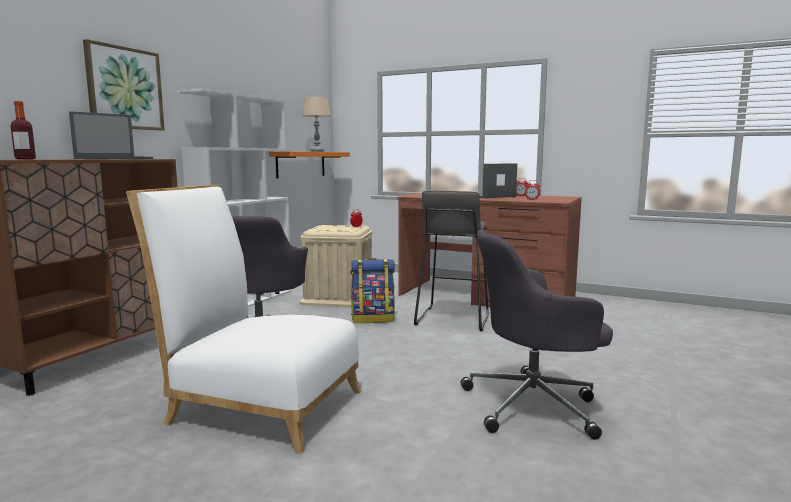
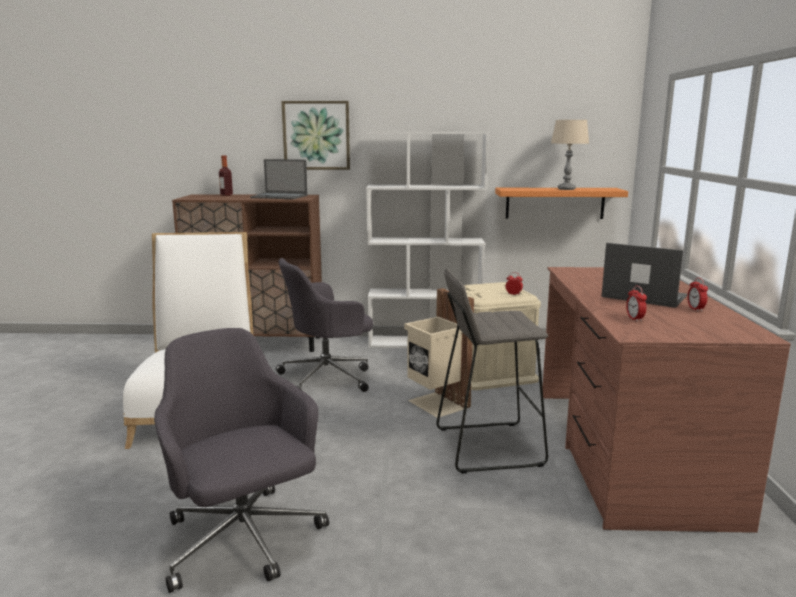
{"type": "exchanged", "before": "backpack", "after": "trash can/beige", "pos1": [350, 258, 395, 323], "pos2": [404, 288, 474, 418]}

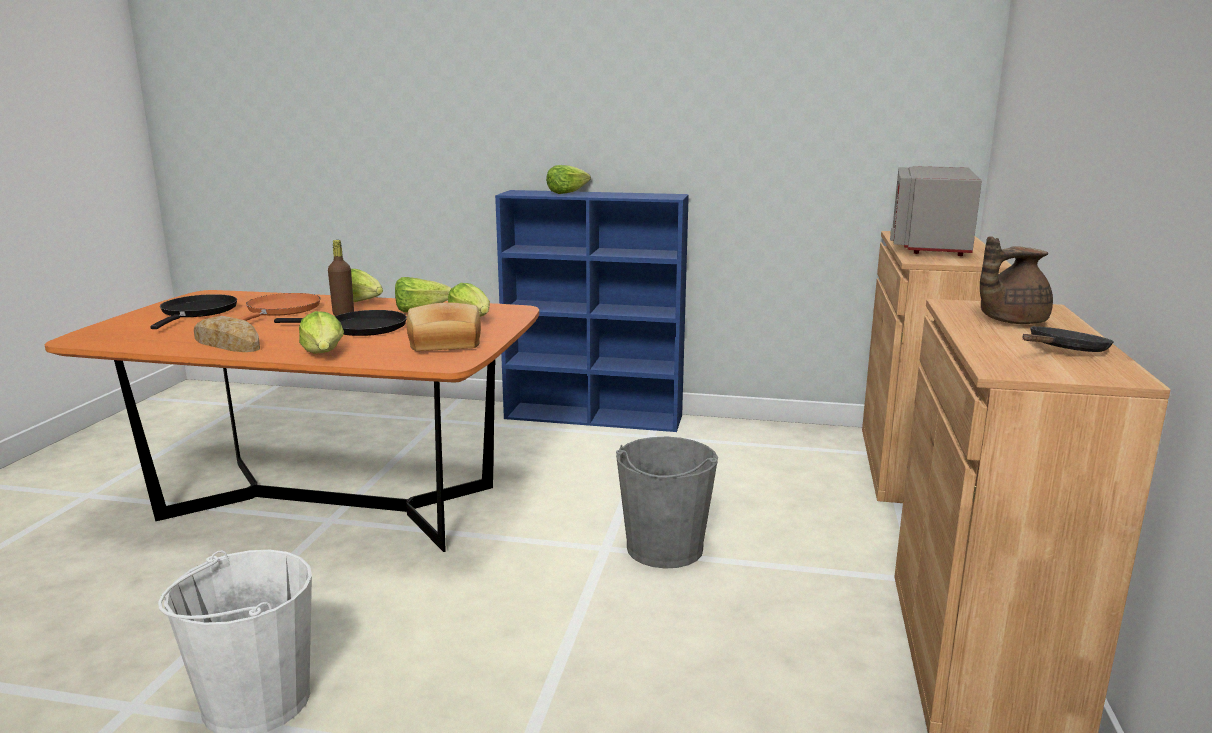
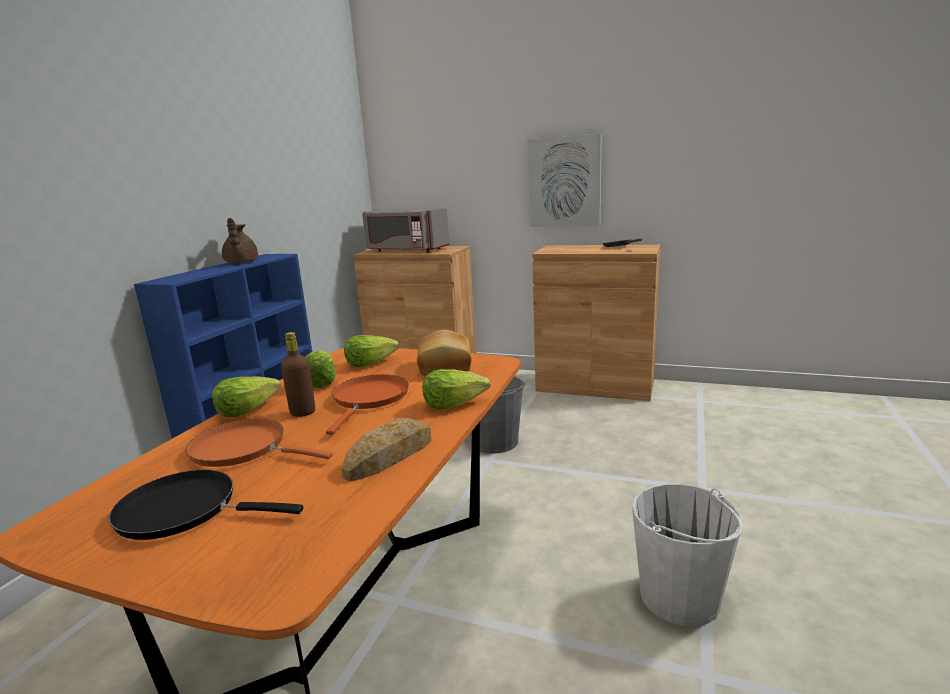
{"type": "missing", "before": "lettuce", "pos1": [546, 165, 591, 194]}
{"type": "relocated", "before": "teapot/brown", "pos1": [980, 236, 1053, 324], "pos2": [222, 218, 258, 263]}
{"type": "colour", "before": "frying pan/black", "after": "frying pan/orange", "pos1": [274, 310, 407, 336], "pos2": [326, 374, 409, 435]}
{"type": "appeared", "after": "picture", "pos2": [527, 134, 601, 227]}

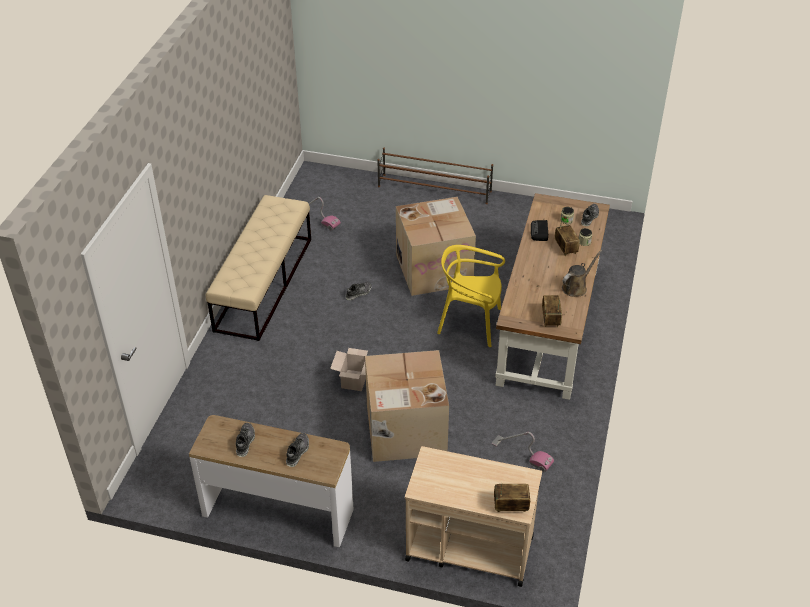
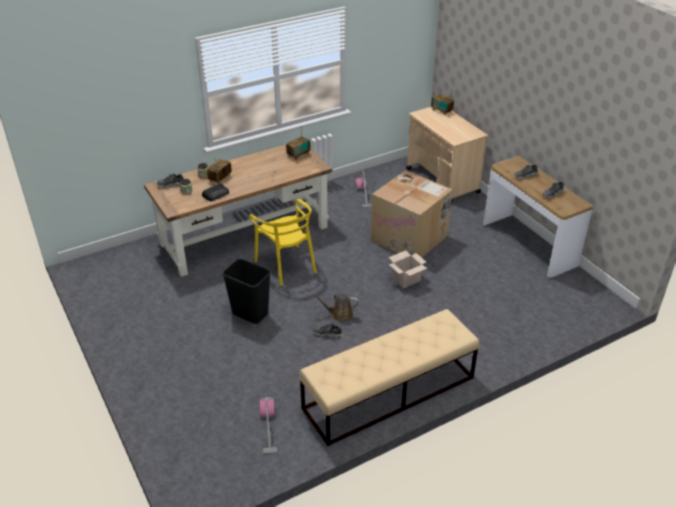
{"type": "missing", "before": "shoe rack/brown", "pos1": [377, 148, 493, 204]}
{"type": "exchanged", "before": "cardboard box", "after": "trash can/black", "pos1": [396, 197, 476, 296], "pos2": [222, 258, 271, 324]}
{"type": "relocated", "before": "watering can/brown", "pos1": [562, 250, 602, 297], "pos2": [311, 292, 359, 322]}

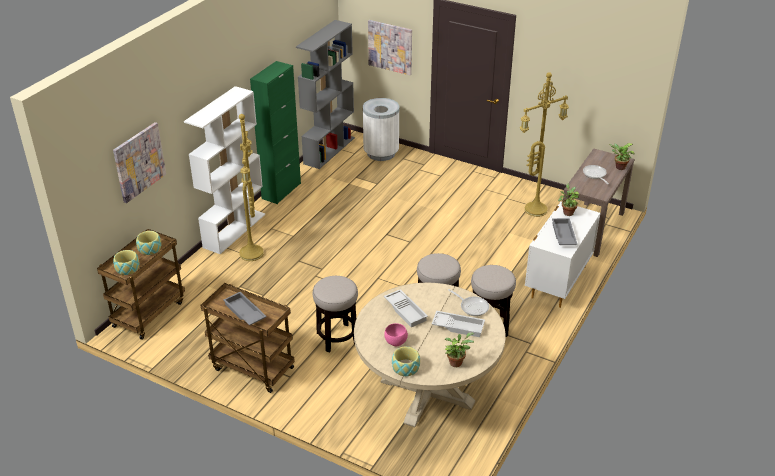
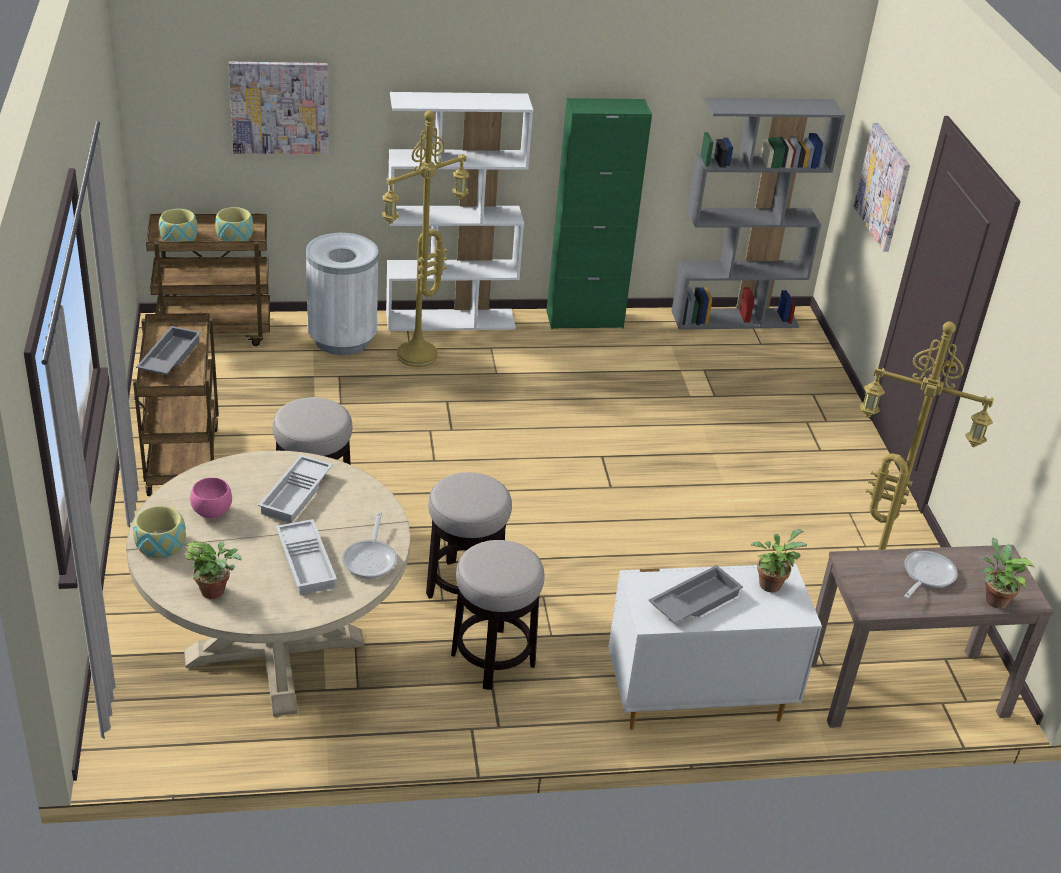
{"type": "relocated", "before": "trash can/white", "pos1": [363, 98, 399, 161], "pos2": [306, 233, 378, 355]}

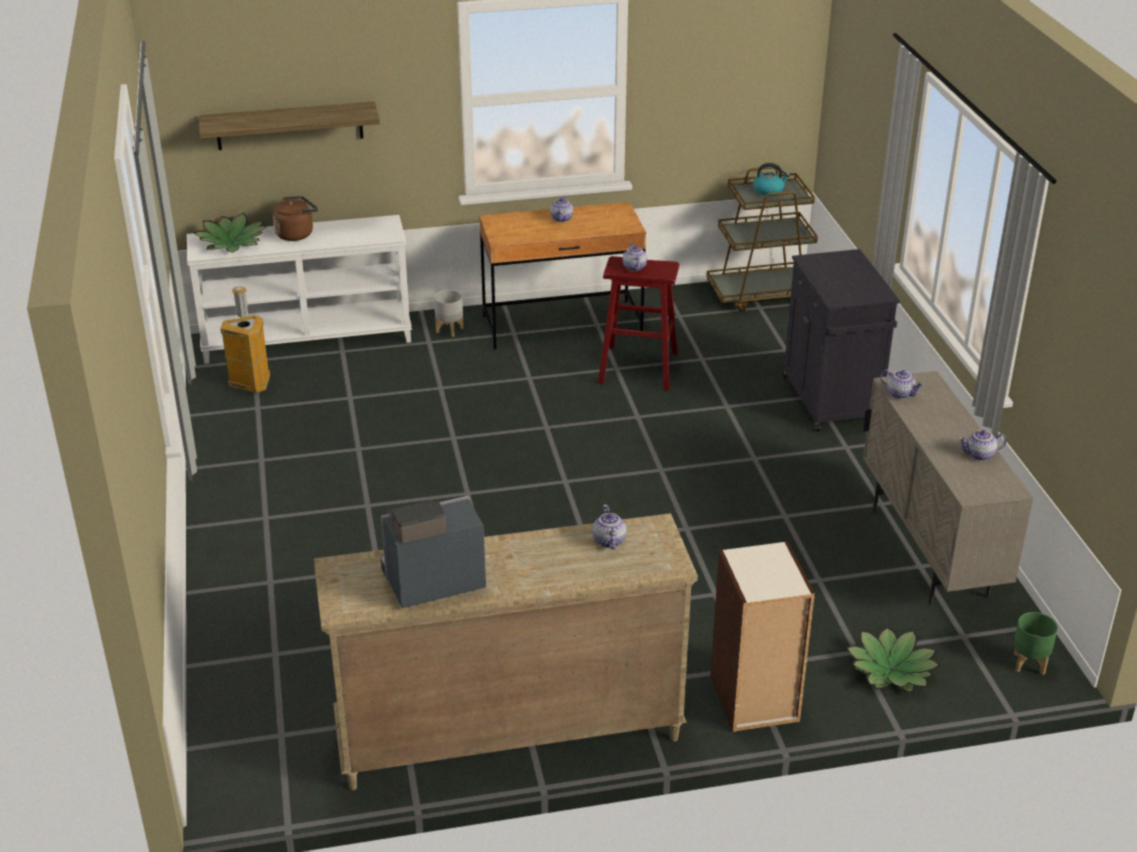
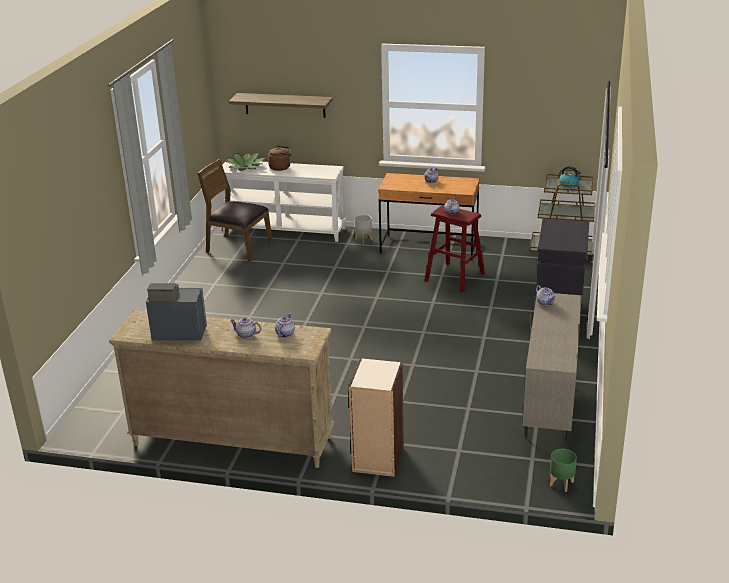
{"type": "exchanged", "before": "trash can", "after": "chair/brown", "pos1": [220, 286, 270, 393], "pos2": [197, 159, 272, 261]}
{"type": "relocated", "before": "teapot", "pos1": [959, 430, 1006, 461], "pos2": [230, 317, 261, 338]}
{"type": "missing", "before": "potted plant", "pos1": [846, 627, 940, 693]}

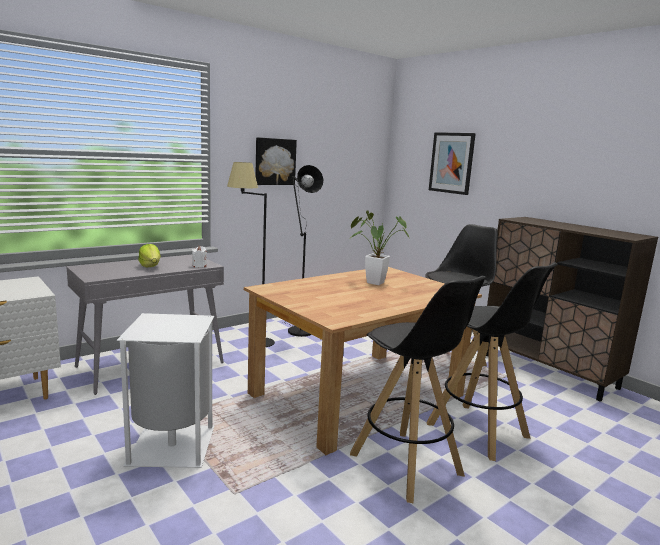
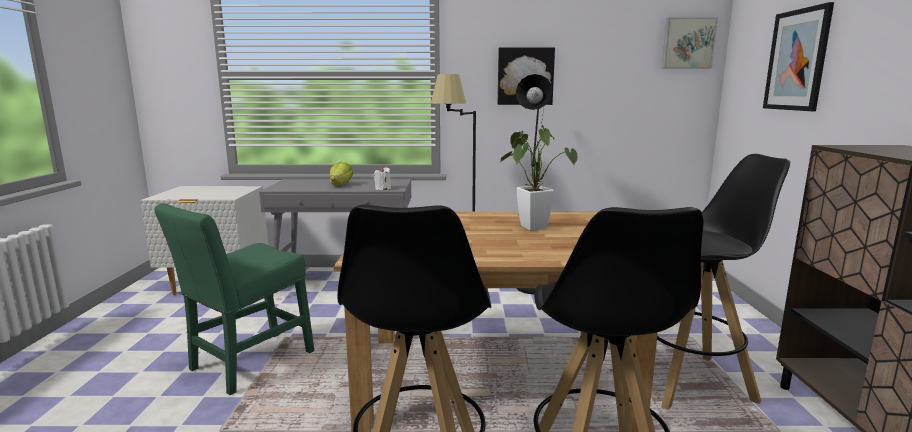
{"type": "exchanged", "before": "trash can/white", "after": "chair/green", "pos1": [117, 313, 214, 468], "pos2": [154, 203, 315, 395]}
{"type": "appeared", "after": "picture", "pos2": [662, 18, 718, 69]}

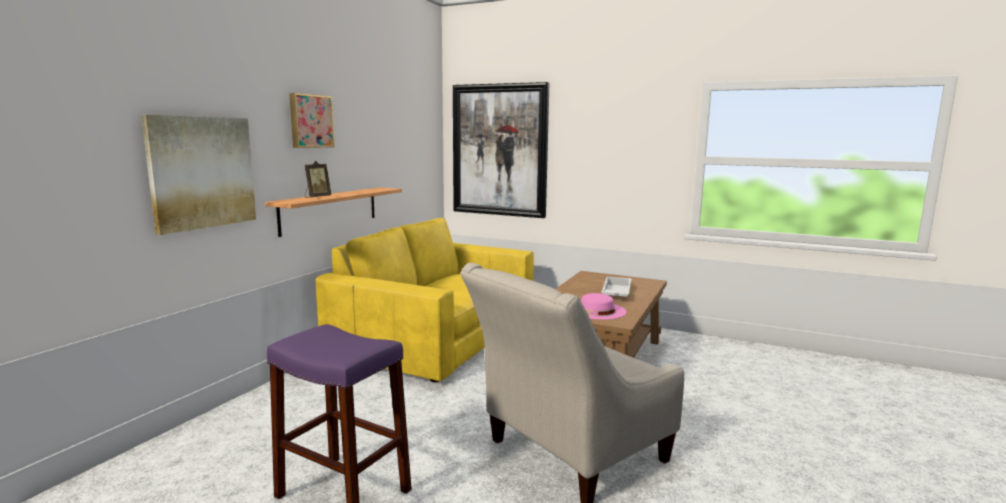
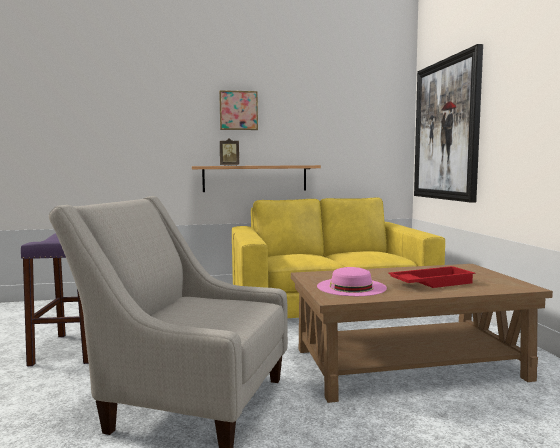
{"type": "missing", "before": "picture", "pos1": [141, 115, 256, 235]}
{"type": "colour", "before": "tray/white", "after": "tray/red", "pos1": [601, 277, 632, 297], "pos2": [388, 266, 475, 288]}

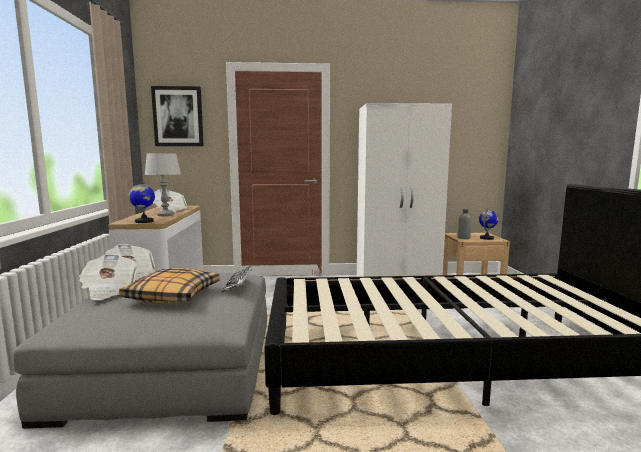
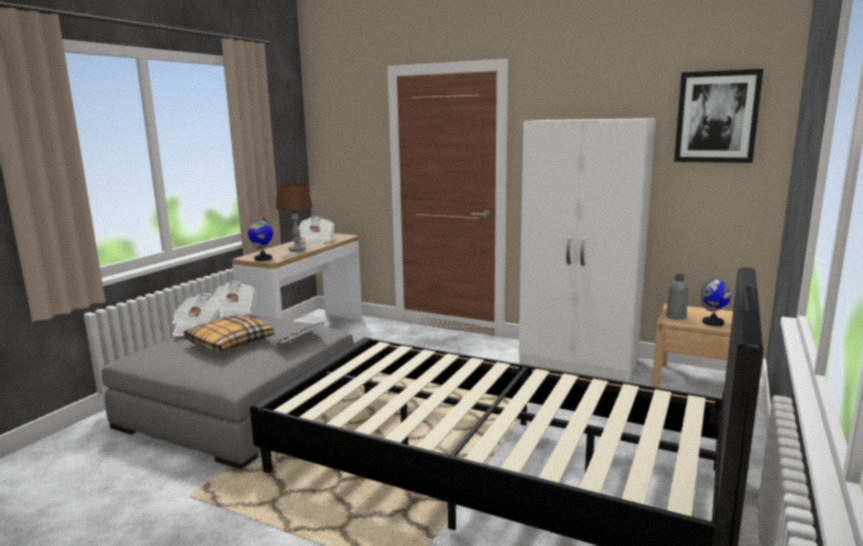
{"type": "relocated", "before": "picture", "pos1": [151, 86, 204, 146], "pos2": [674, 69, 763, 163]}
{"type": "colour", "before": "table lamp/grey", "after": "table lamp/brown", "pos1": [144, 153, 181, 216], "pos2": [276, 183, 313, 252]}

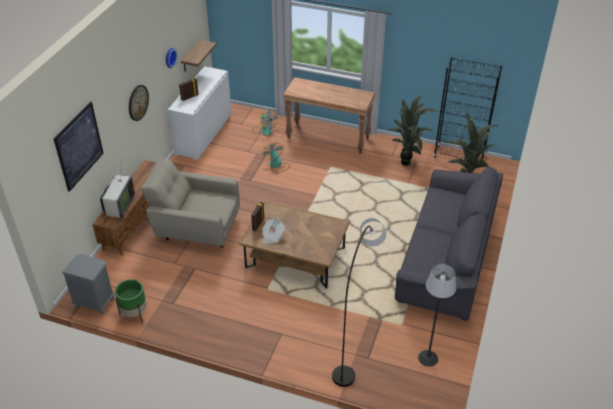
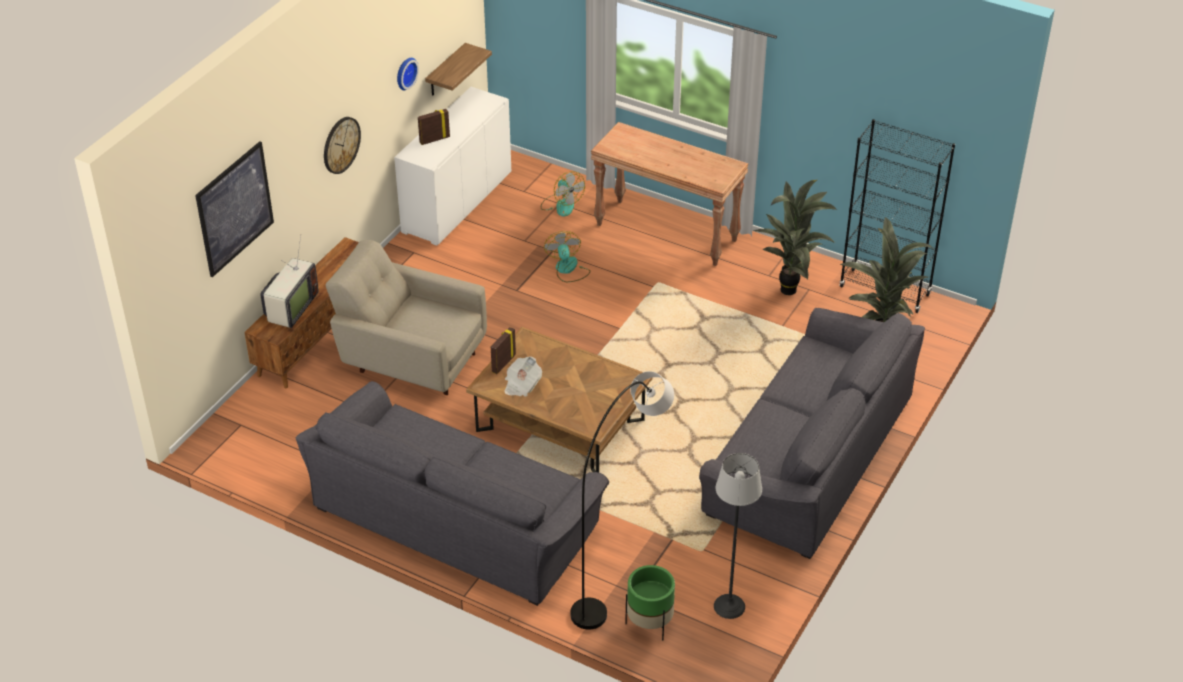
{"type": "missing", "before": "nightstand/grey", "pos1": [62, 254, 115, 315]}
{"type": "relocated", "before": "planter/green", "pos1": [115, 279, 147, 323], "pos2": [625, 565, 675, 640]}
{"type": "appeared", "after": "sofa/grey", "pos2": [296, 381, 609, 606]}

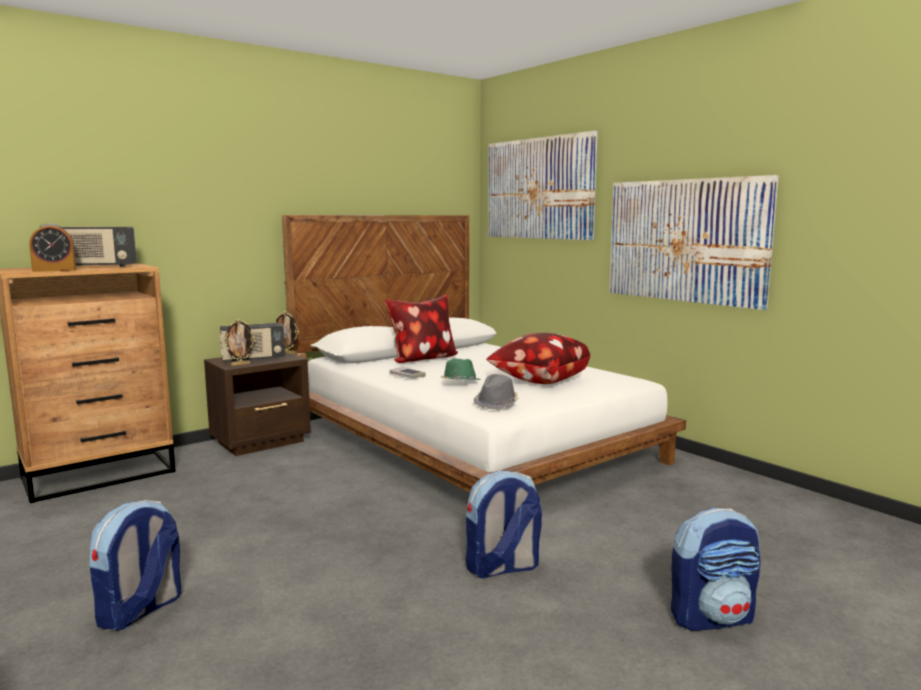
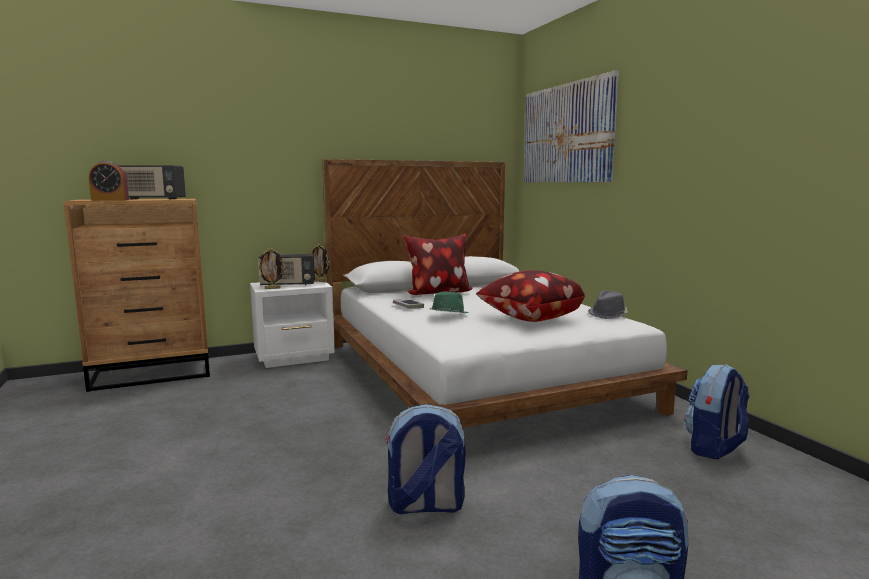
{"type": "missing", "before": "picture", "pos1": [609, 175, 779, 310]}
{"type": "colour", "before": "nightstand/brown", "after": "nightstand/white", "pos1": [204, 354, 311, 456], "pos2": [250, 278, 335, 368]}
{"type": "relocated", "before": "hat/grey", "pos1": [474, 374, 519, 409], "pos2": [588, 290, 628, 319]}
{"type": "relocated", "before": "backpack", "pos1": [90, 500, 181, 630], "pos2": [684, 364, 750, 459]}

